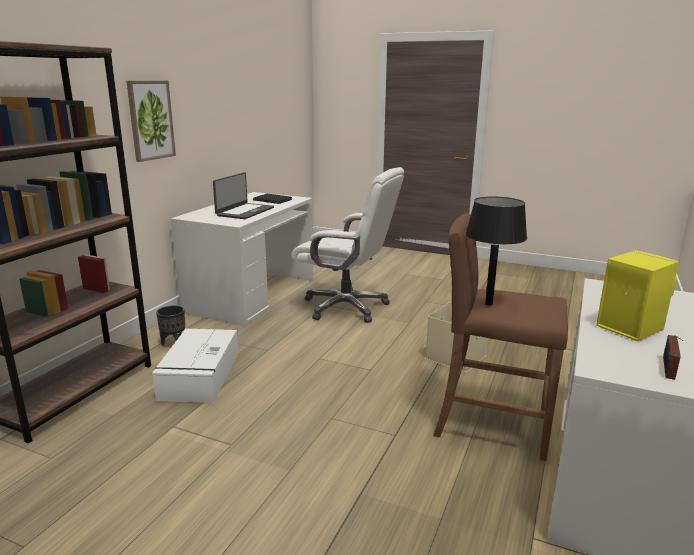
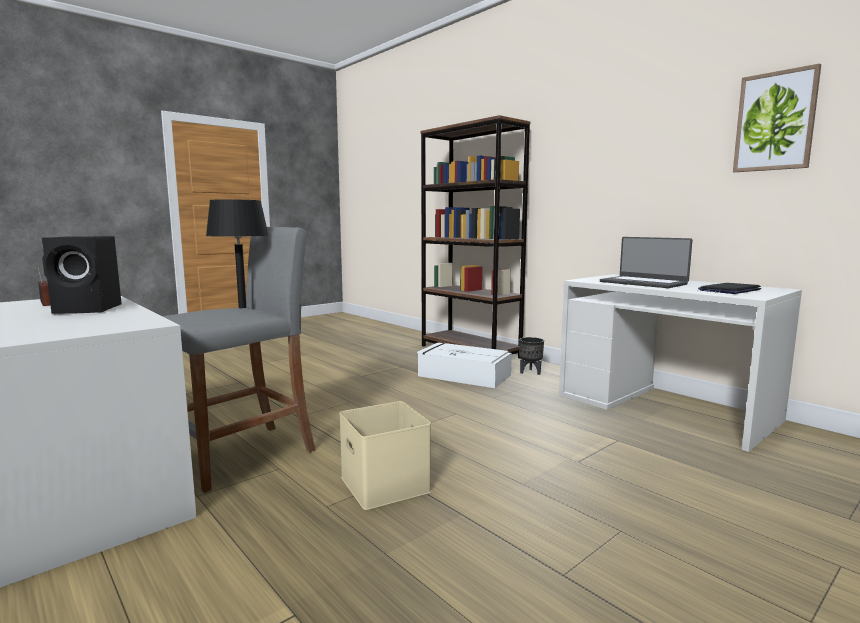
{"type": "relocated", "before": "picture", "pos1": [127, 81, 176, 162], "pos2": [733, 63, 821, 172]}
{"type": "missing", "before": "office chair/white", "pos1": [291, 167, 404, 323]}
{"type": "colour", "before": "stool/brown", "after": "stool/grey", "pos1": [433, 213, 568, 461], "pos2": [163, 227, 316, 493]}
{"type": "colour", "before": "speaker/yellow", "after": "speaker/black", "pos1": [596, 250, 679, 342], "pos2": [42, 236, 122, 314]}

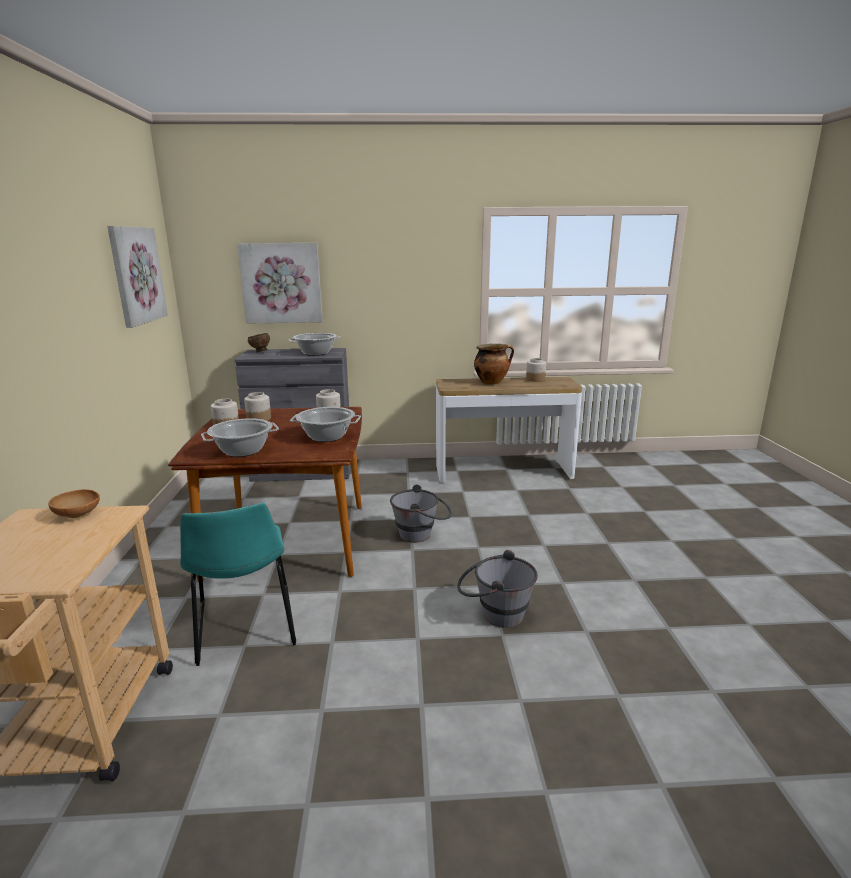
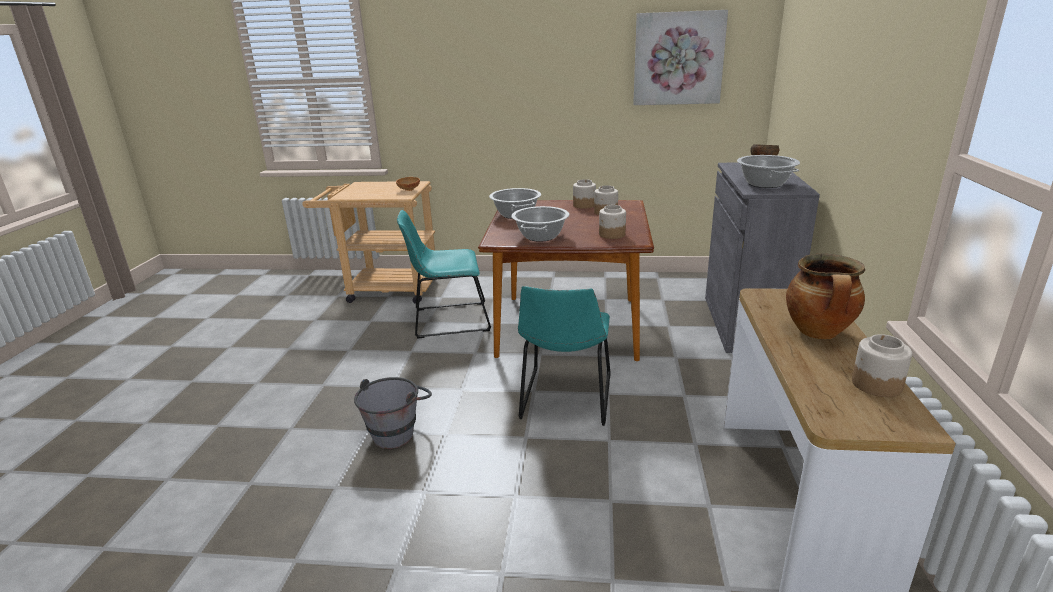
{"type": "missing", "before": "picture", "pos1": [237, 243, 323, 324]}
{"type": "exchanged", "before": "bucket/grey", "after": "chair/turquoise", "pos1": [390, 484, 452, 543], "pos2": [518, 286, 611, 426]}

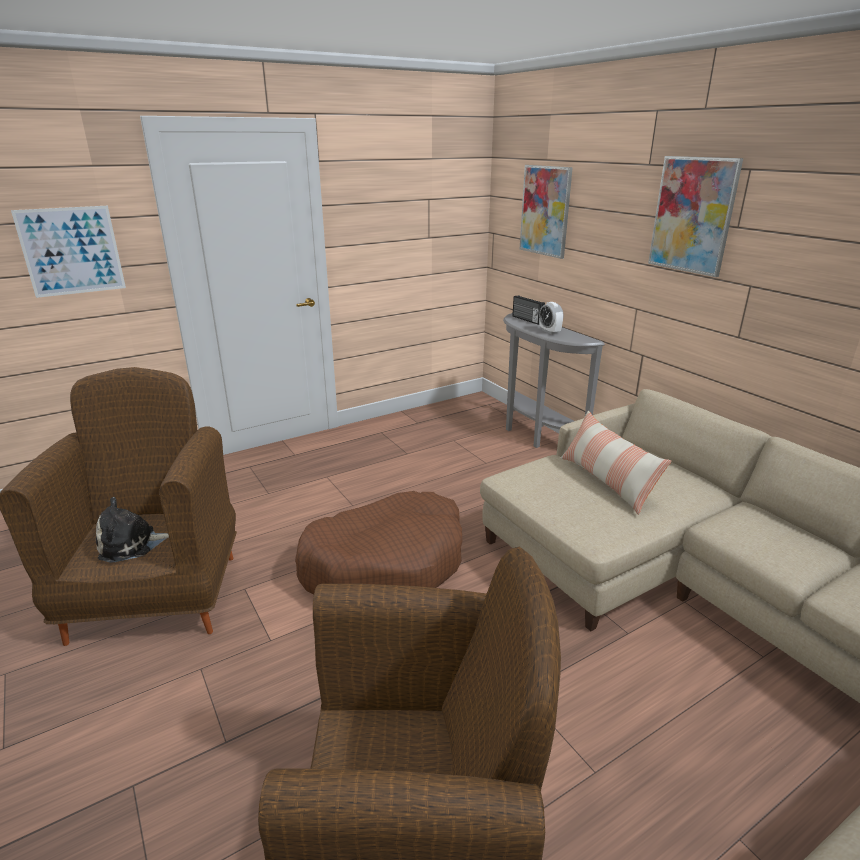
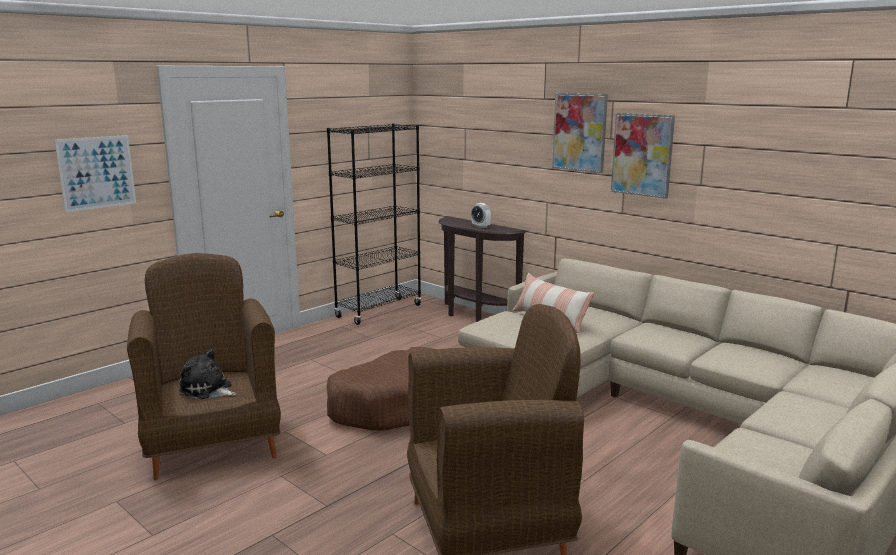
{"type": "relocated", "before": "picture", "pos1": [520, 165, 573, 259], "pos2": [611, 113, 675, 199]}
{"type": "missing", "before": "radio", "pos1": [512, 295, 545, 325]}
{"type": "colour", "before": "console table/grey", "after": "console table/brown", "pos1": [503, 313, 605, 448], "pos2": [438, 216, 526, 322]}
{"type": "spun", "before": "plush toy", "pos1": [96, 497, 169, 563], "pos2": [179, 349, 236, 399], "turn": 60}
{"type": "appeared", "after": "bookcase/black", "pos2": [327, 123, 422, 325]}

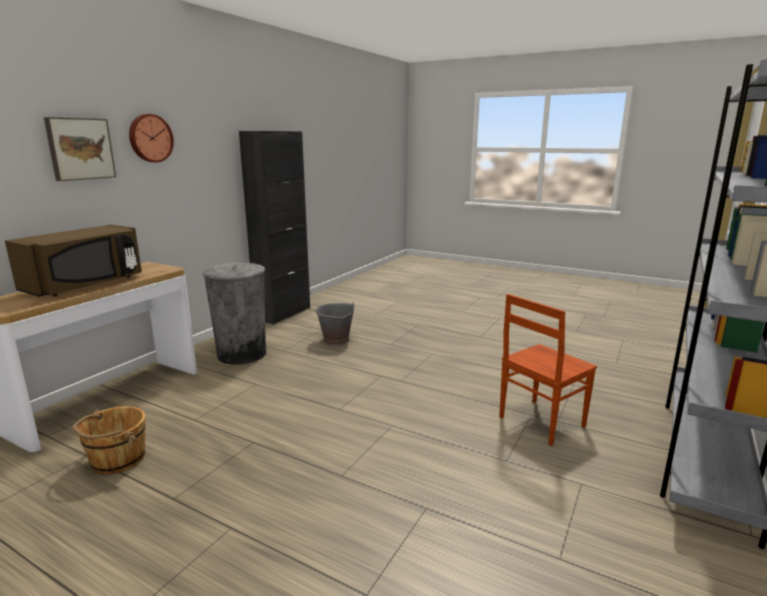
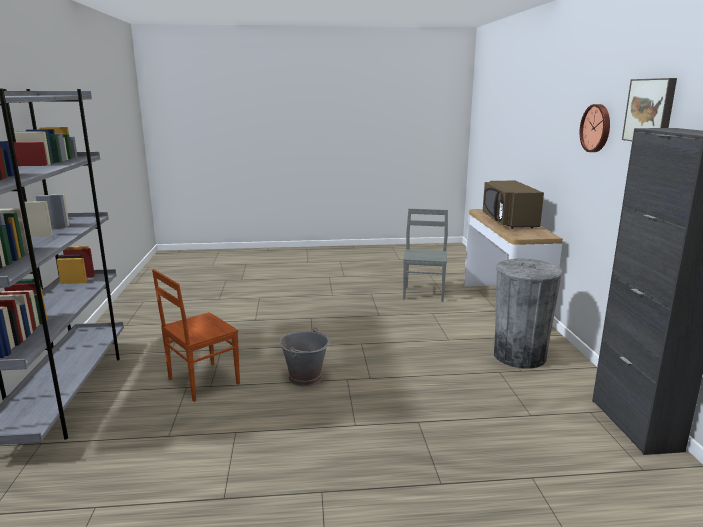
{"type": "relocated", "before": "picture", "pos1": [44, 117, 116, 181], "pos2": [622, 78, 677, 141]}
{"type": "spun", "before": "chair/brown", "pos1": [499, 294, 597, 446], "pos2": [152, 269, 240, 402], "turn": -150}
{"type": "relocated", "before": "bucket/grey", "pos1": [315, 302, 355, 345], "pos2": [280, 327, 330, 386]}
{"type": "exchanged", "before": "bucket/brown", "after": "chair/grey", "pos1": [72, 406, 145, 474], "pos2": [403, 209, 448, 302]}

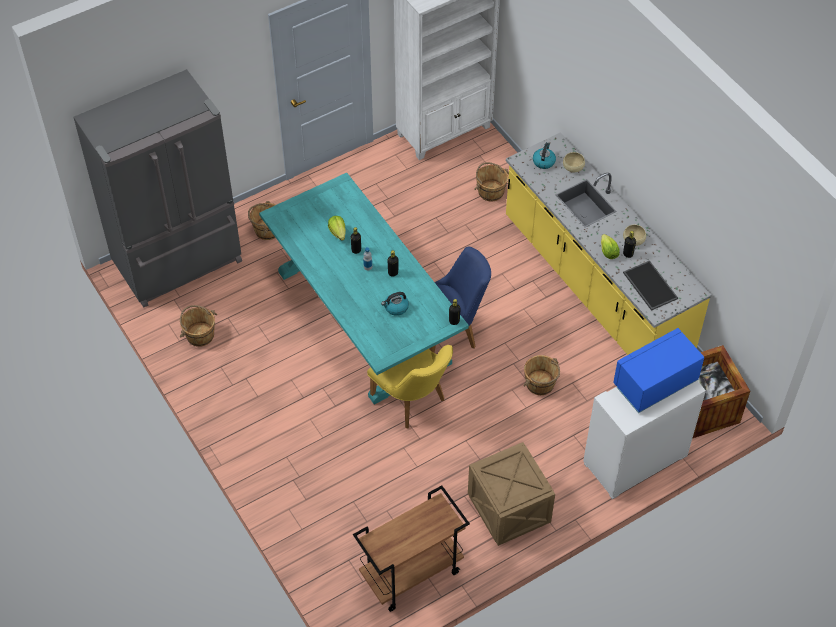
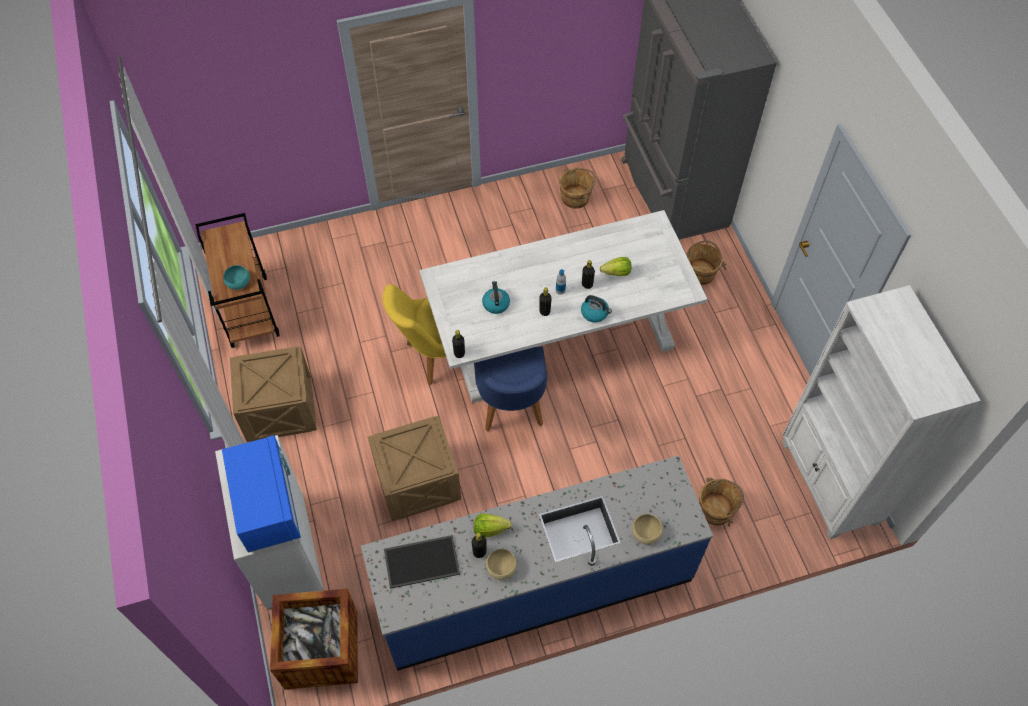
{"type": "colour", "before": "counter/yellow", "after": "counter/blue", "pos1": [506, 133, 712, 355], "pos2": [361, 455, 713, 671]}
{"type": "relocated", "before": "kettle", "pos1": [533, 142, 556, 169], "pos2": [581, 295, 612, 323]}
{"type": "colour", "before": "dining table/turquoise", "after": "dining table/white", "pos1": [259, 173, 469, 405], "pos2": [419, 210, 707, 403]}
{"type": "exchanged", "before": "bucket/brown", "after": "crate", "pos1": [523, 355, 560, 395], "pos2": [368, 415, 461, 521]}
{"type": "appeared", "after": "bowl/turquoise", "pos2": [223, 265, 250, 290]}

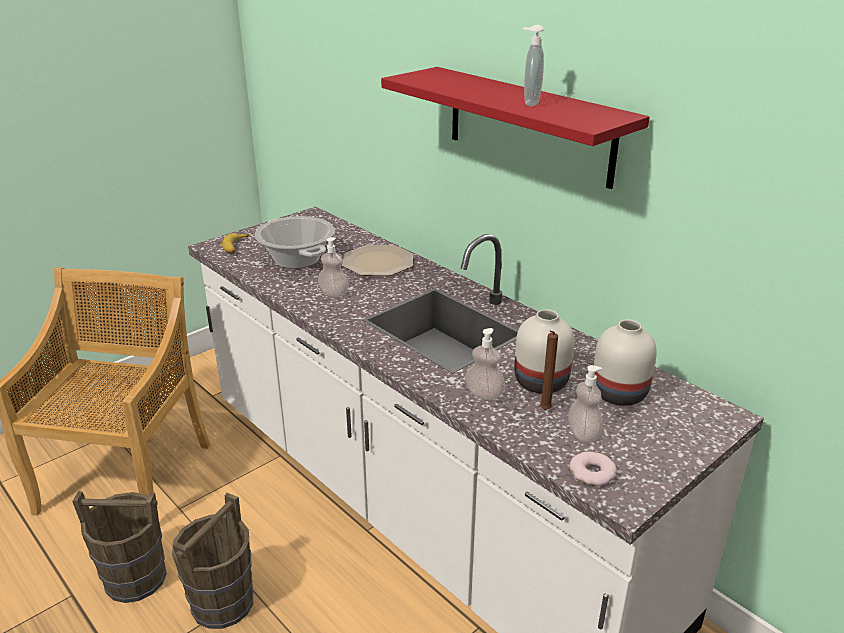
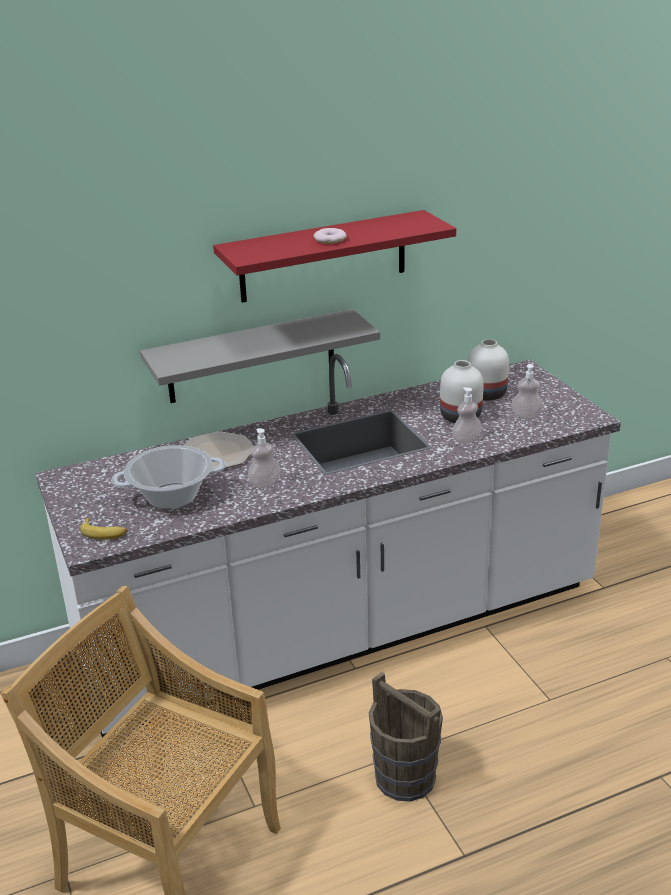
{"type": "missing", "before": "soap dispenser", "pos1": [523, 25, 544, 106]}
{"type": "missing", "before": "candle/brown", "pos1": [540, 331, 558, 410]}
{"type": "relocated", "before": "donut", "pos1": [570, 451, 617, 486], "pos2": [314, 228, 346, 244]}
{"type": "missing", "before": "bucket/brown", "pos1": [72, 491, 167, 603]}
{"type": "appeared", "after": "shelf/grey", "pos2": [140, 309, 380, 403]}

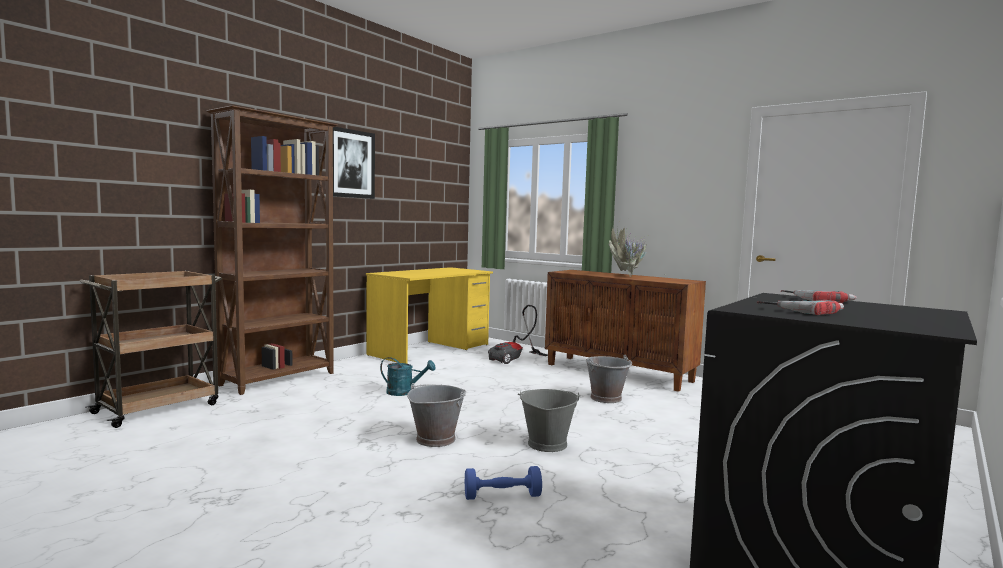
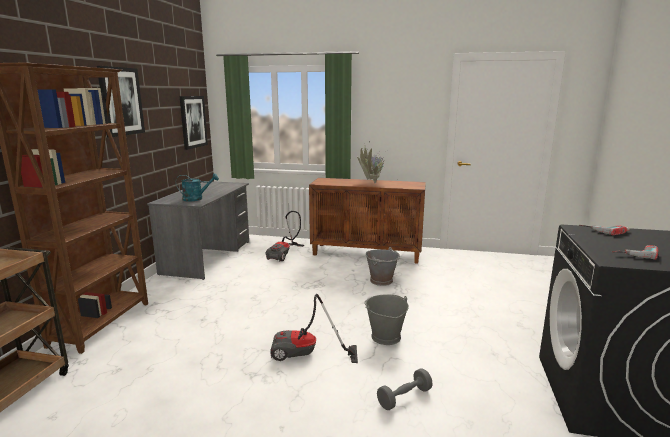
{"type": "colour", "before": "desk/yellow", "after": "desk/grey", "pos1": [366, 267, 493, 364], "pos2": [147, 181, 249, 280]}
{"type": "relocated", "before": "watering can/turquoise", "pos1": [380, 357, 436, 396], "pos2": [176, 173, 219, 201]}
{"type": "exchanged", "before": "bucket/grey", "after": "vacuum cleaner", "pos1": [407, 383, 466, 447], "pos2": [270, 294, 358, 363]}
{"type": "colour", "before": "dumbbell/blue", "after": "dumbbell/grey", "pos1": [465, 466, 542, 500], "pos2": [377, 368, 433, 410]}
{"type": "appeared", "after": "picture", "pos2": [180, 96, 208, 150]}

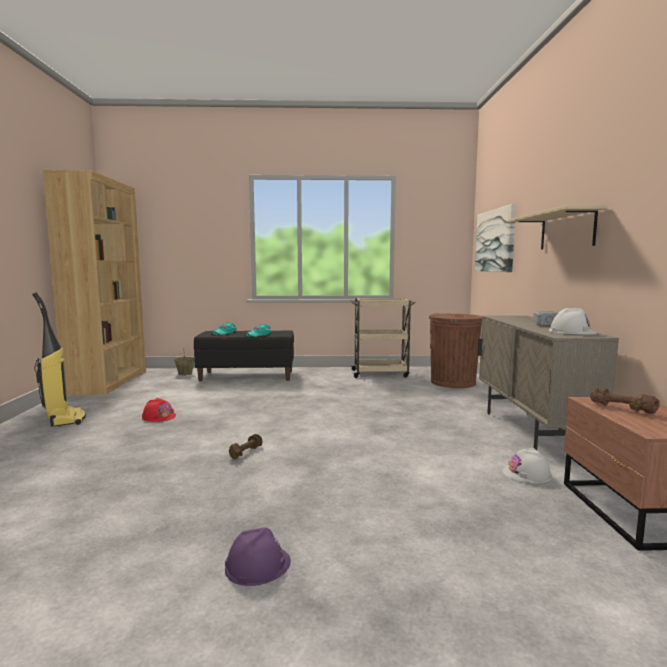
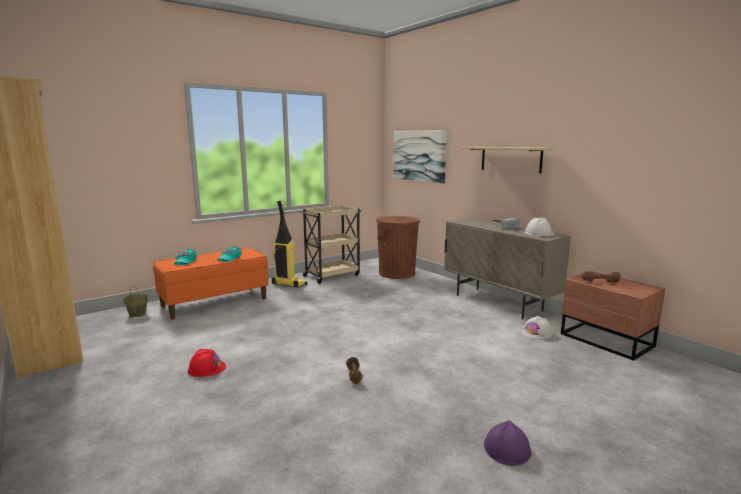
{"type": "relocated", "before": "vacuum cleaner", "pos1": [32, 292, 86, 427], "pos2": [272, 200, 307, 288]}
{"type": "colour", "before": "bench/black", "after": "bench/orange", "pos1": [194, 331, 294, 381], "pos2": [153, 248, 269, 319]}

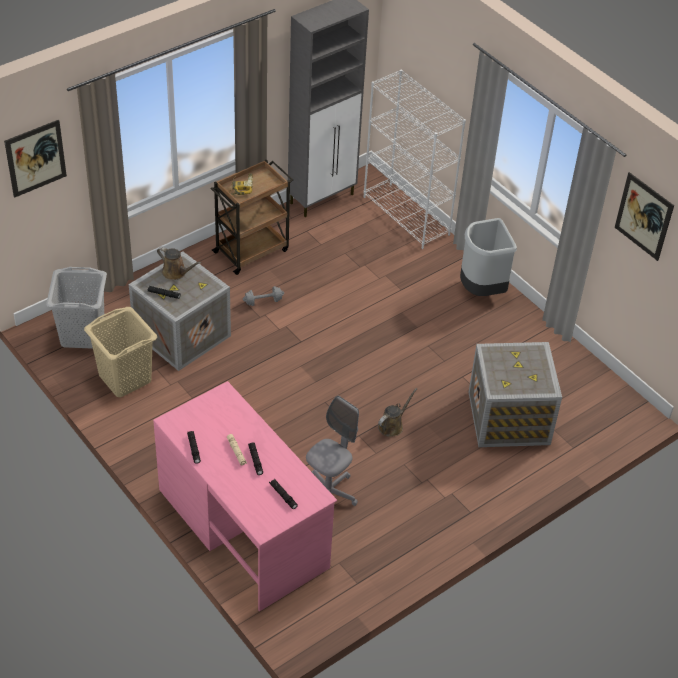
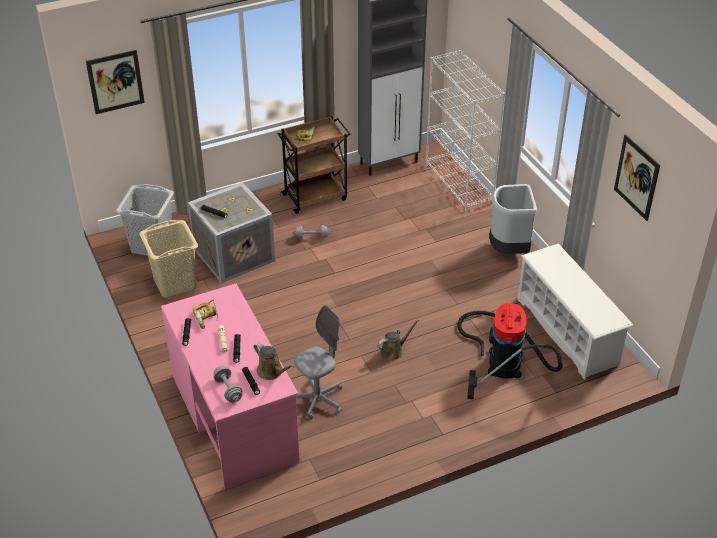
{"type": "relocated", "before": "watering can/brown", "pos1": [157, 247, 202, 280], "pos2": [254, 342, 294, 380]}
{"type": "exchanged", "before": "crate", "after": "vacuum cleaner", "pos1": [468, 342, 562, 447], "pos2": [458, 303, 563, 399]}
{"type": "appeared", "after": "shoe rack/white", "pos2": [517, 244, 633, 380]}
{"type": "appeared", "after": "power drill", "pos2": [193, 299, 218, 329]}
{"type": "appeared", "after": "dumbbell/grey", "pos2": [214, 366, 242, 403]}

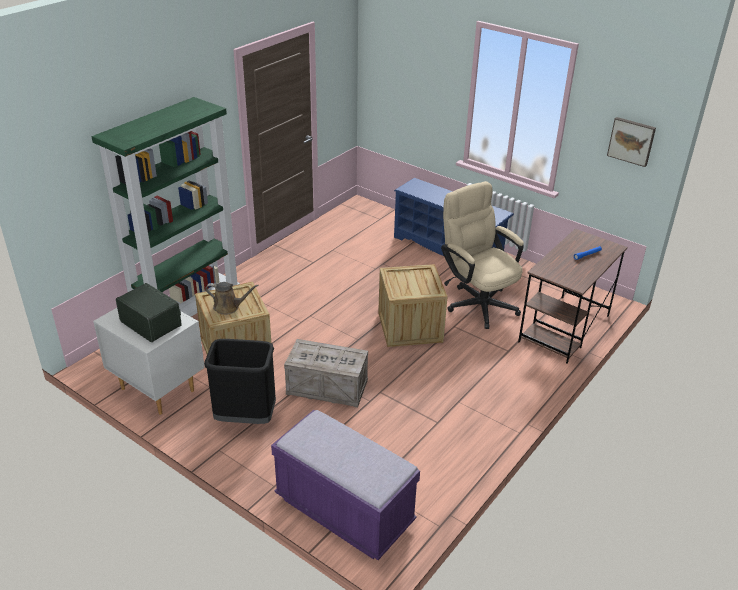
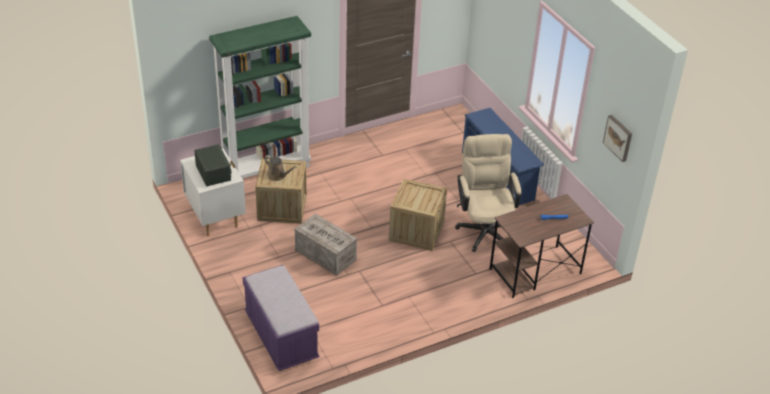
{"type": "missing", "before": "trash can/black", "pos1": [204, 339, 276, 424]}

